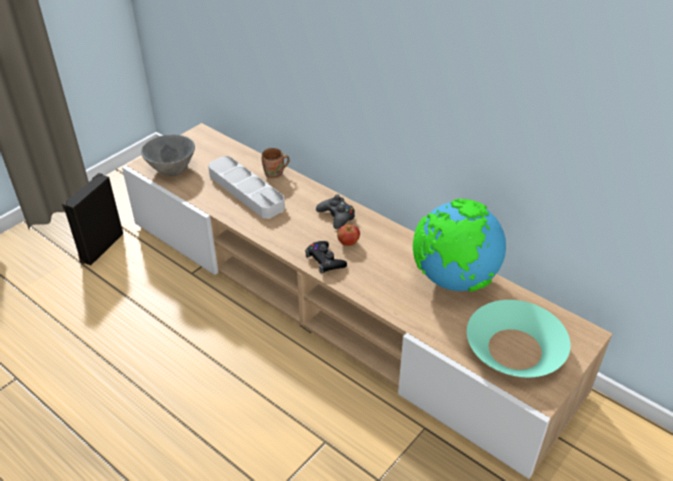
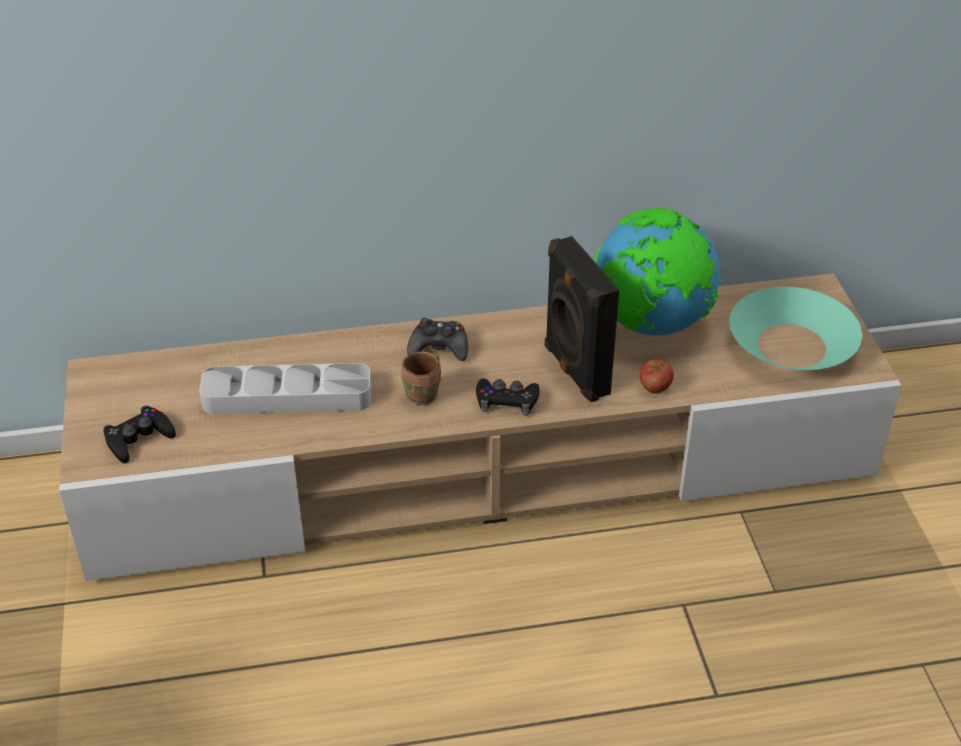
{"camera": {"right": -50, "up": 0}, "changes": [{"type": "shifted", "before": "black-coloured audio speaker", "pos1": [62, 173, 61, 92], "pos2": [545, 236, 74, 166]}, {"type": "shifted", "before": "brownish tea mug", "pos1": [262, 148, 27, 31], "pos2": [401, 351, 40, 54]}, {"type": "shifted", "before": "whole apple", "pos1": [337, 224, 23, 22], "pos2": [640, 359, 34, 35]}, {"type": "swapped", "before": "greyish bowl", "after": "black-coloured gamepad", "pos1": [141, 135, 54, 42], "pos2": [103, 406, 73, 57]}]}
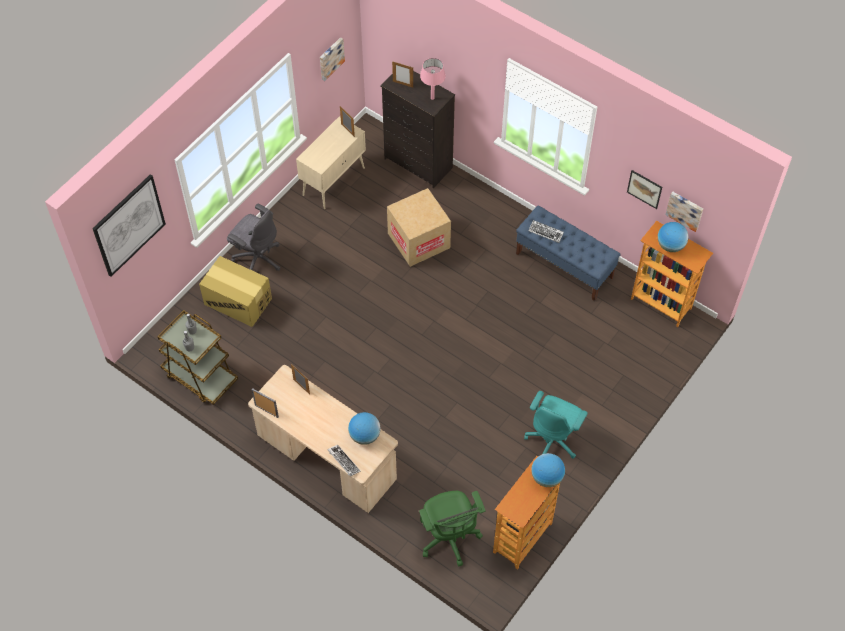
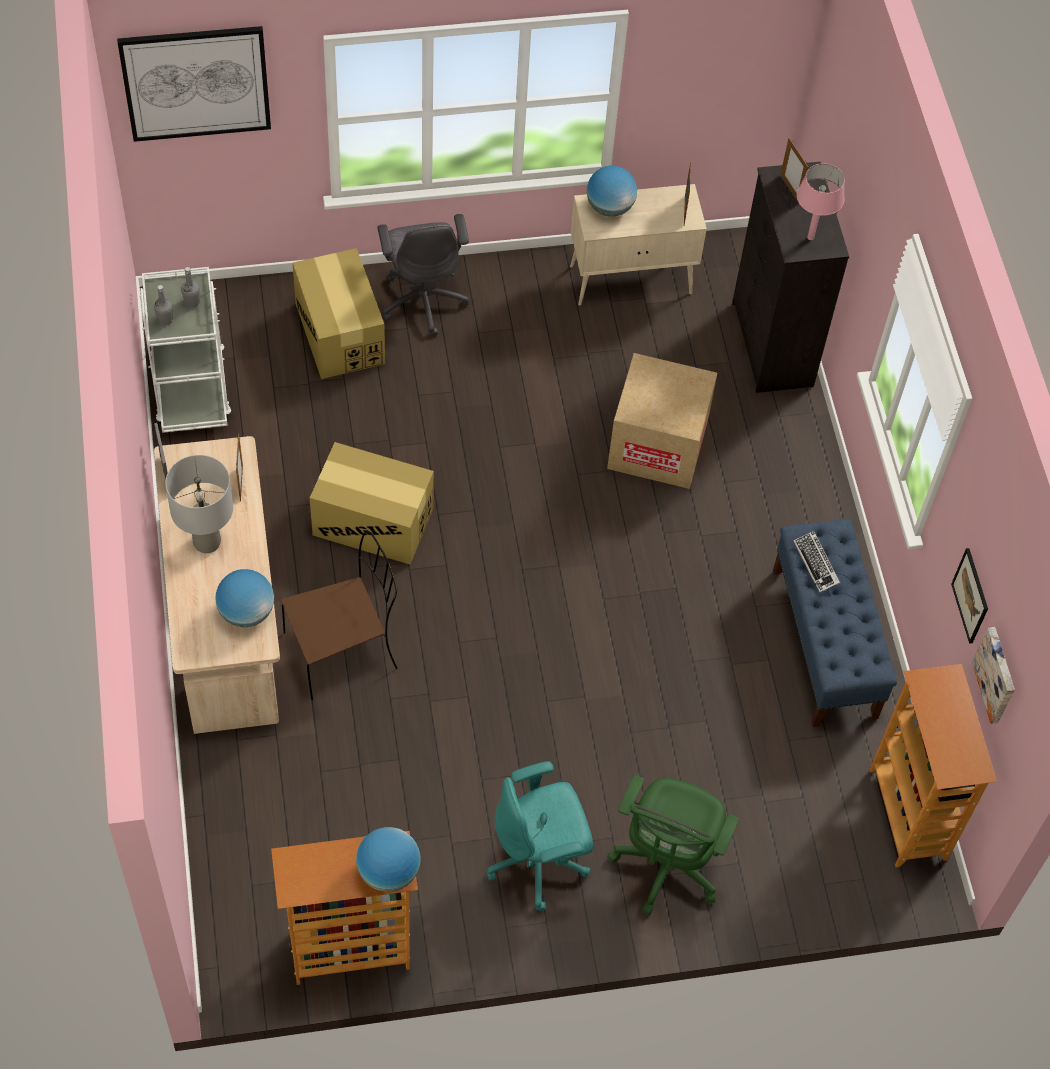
{"camera": {"right": 40, "up": 0}, "changes": [{"type": "gone", "before": "wall art", "pos1": [320, 37, 25, 44]}, {"type": "gone", "before": "computer keyboard", "pos1": [328, 445, 33, 32]}, {"type": "new", "after": "greyish tabletop lamp", "pos2": [165, 455, 68, 98]}, {"type": "new", "after": "brownish chair", "pos2": [281, 531, 116, 169]}, {"type": "new", "after": "packing box", "pos2": [310, 442, 124, 123]}, {"type": "shifted", "before": "green-coloured desk chair", "pos1": [419, 491, 66, 75], "pos2": [607, 775, 132, 140]}, {"type": "shifted", "before": "globe", "pos1": [658, 222, 30, 30], "pos2": [587, 165, 50, 52]}, {"type": "repainted", "before": "brownish cart", "after": "whitish cart", "pos1": [157, 310, 81, 95], "pos2": [139, 267, 92, 166]}]}
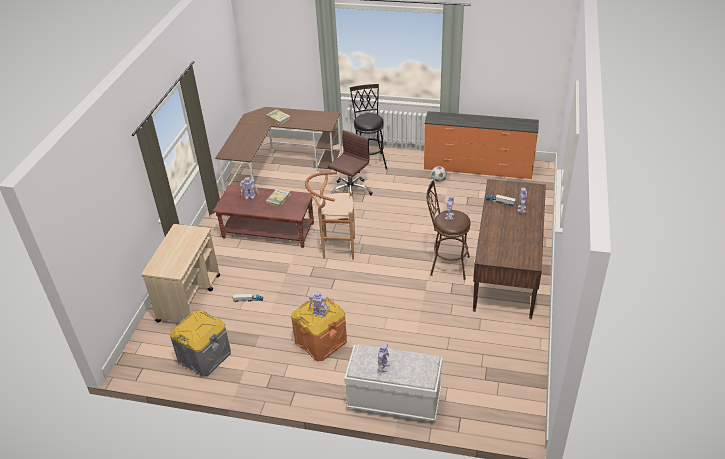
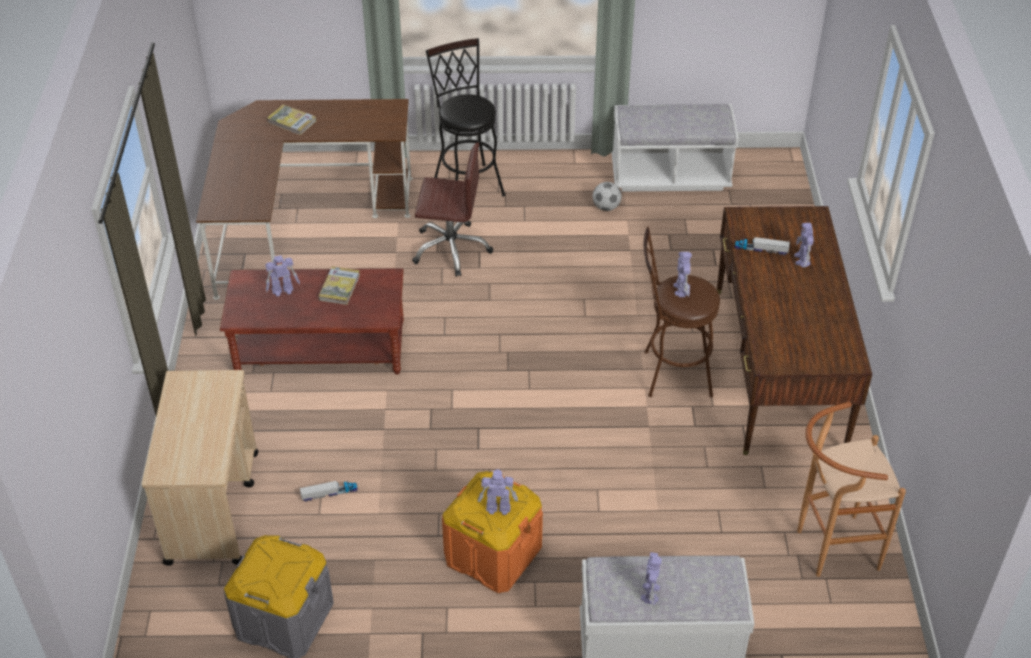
{"camera": {"right": -15, "up": 5}, "changes": [{"type": "shifted", "before": "brownish stool seat", "pos1": [305, 172, 50, 88], "pos2": [797, 402, 109, 175]}, {"type": "swapped", "before": "orange chest of drawers", "after": "whitish bench", "pos1": [424, 111, 115, 68], "pos2": [612, 104, 127, 87]}, {"type": "rotated", "before": "brownish desk chair", "pos1": [328, 130, 45, 69], "pos2": [412, 143, 81, 134], "turn": 75}]}
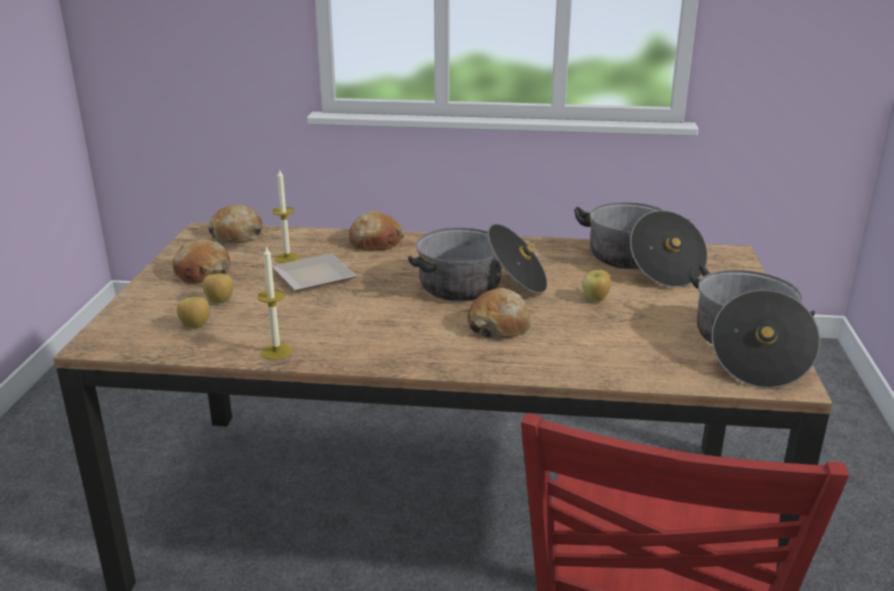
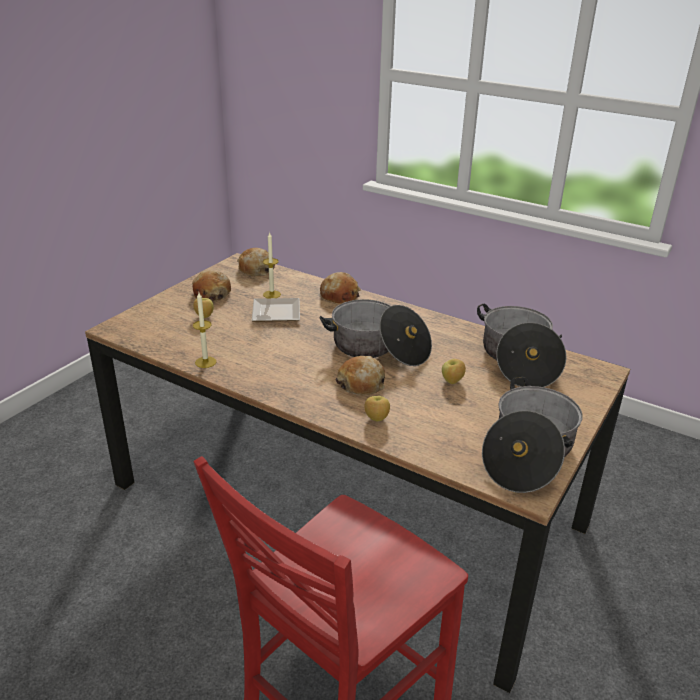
{"camera": {"right": 25, "up": 5}, "changes": [{"type": "shifted", "before": "whole apple", "pos1": [177, 297, 33, 31], "pos2": [364, 396, 26, 25]}]}
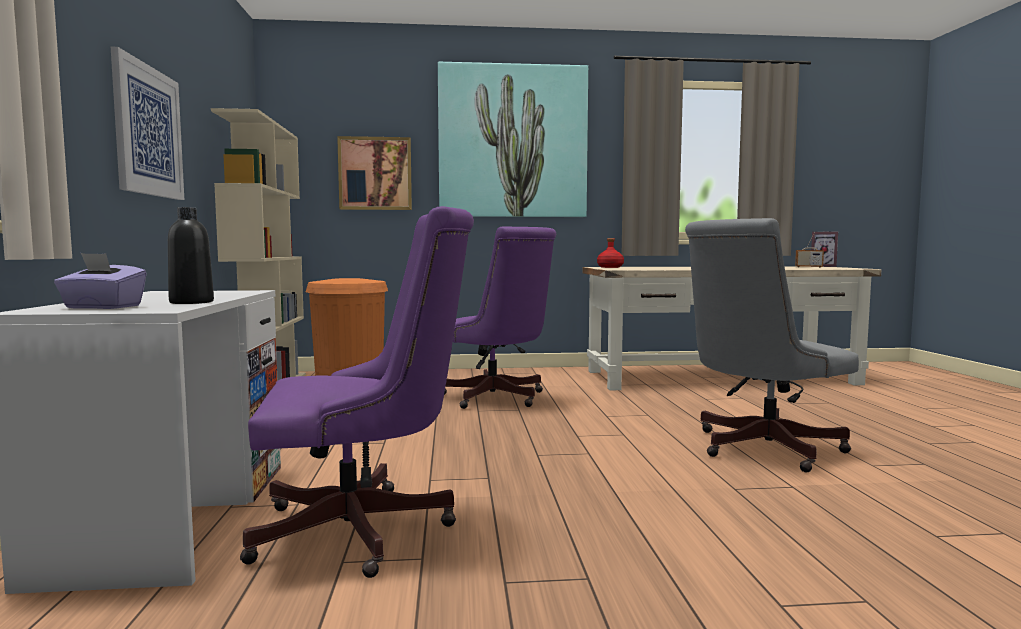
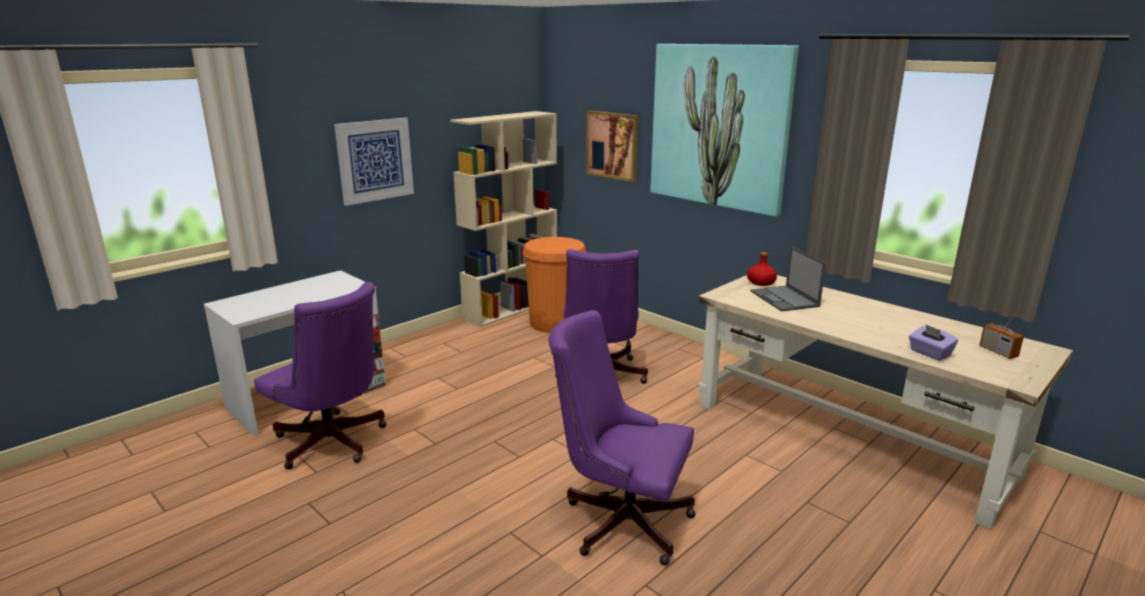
{"camera": {"right": 50, "up": 15}, "changes": [{"type": "gone", "before": "black-coloured bottle", "pos1": [168, 207, 46, 97]}, {"type": "gone", "before": "picture frame", "pos1": [811, 231, 27, 36]}, {"type": "new", "after": "portable computer", "pos2": [750, 246, 76, 66]}, {"type": "shifted", "before": "purplish tissue holder", "pos1": [54, 253, 93, 56], "pos2": [909, 324, 49, 37]}, {"type": "repainted", "before": "greyish desk chair", "after": "purplish desk chair", "pos1": [685, 218, 174, 255], "pos2": [549, 310, 147, 255]}]}
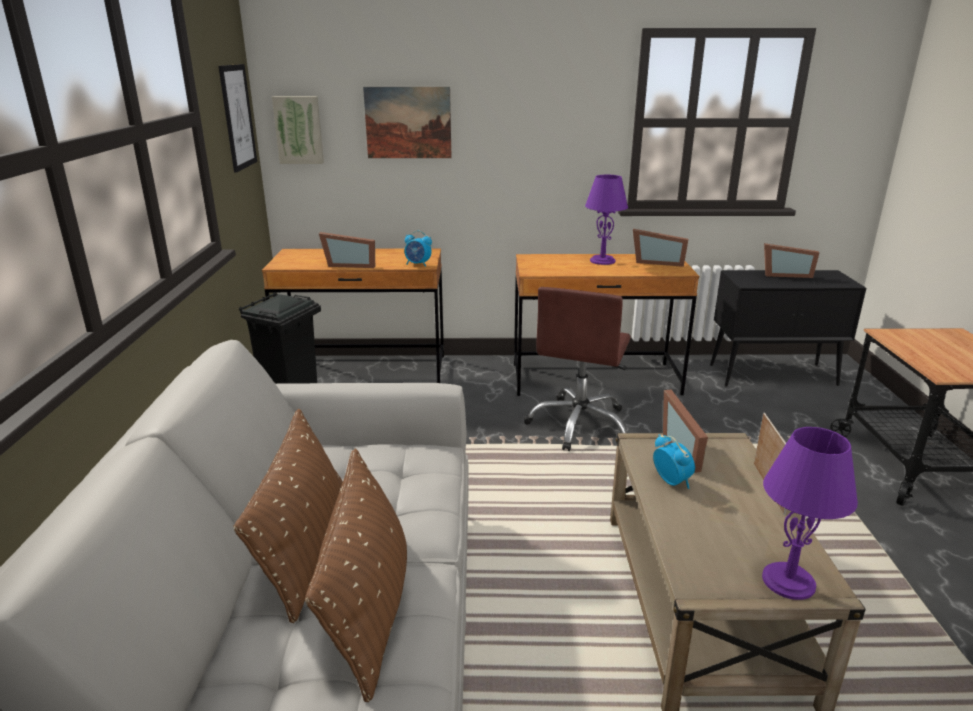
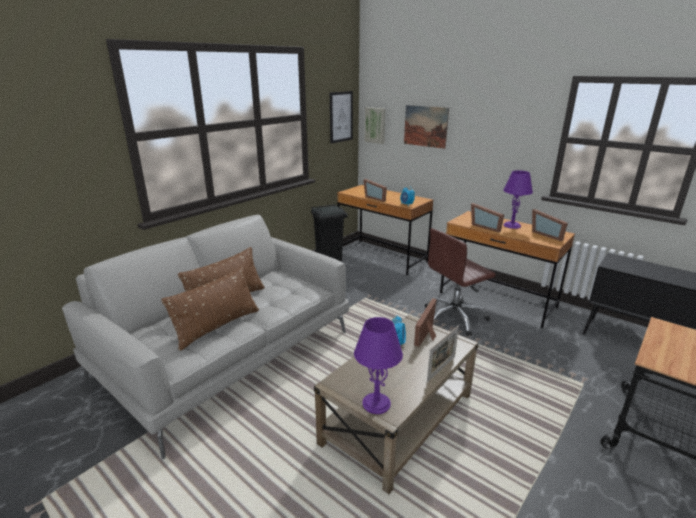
{"camera": {"right": 40, "up": 0}, "changes": [{"type": "shifted", "before": "picture frame", "pos1": [764, 243, 55, 35], "pos2": [471, 203, 33, 29]}]}
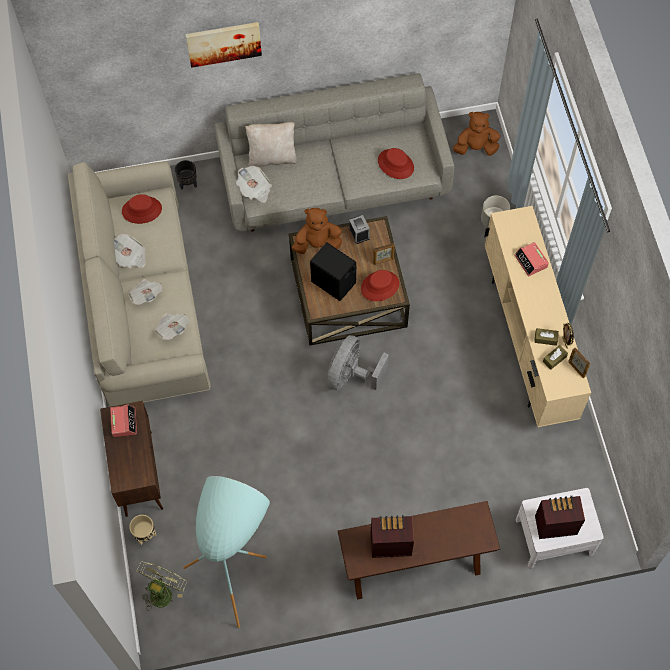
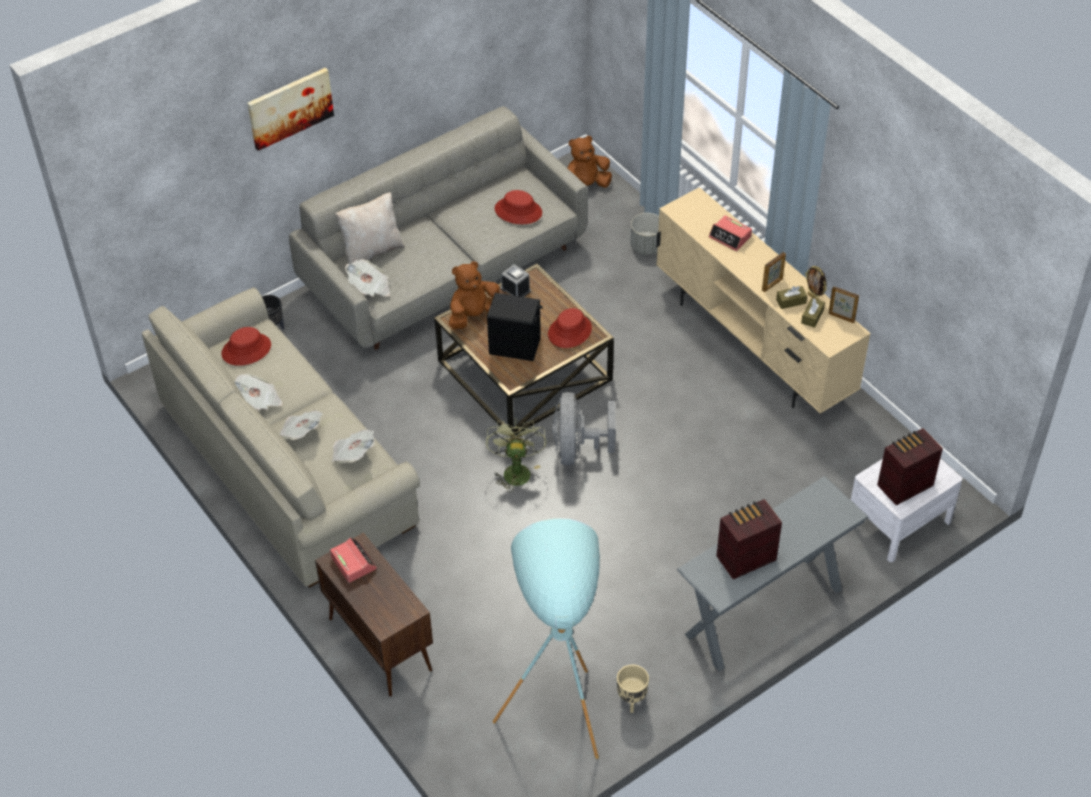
{"camera": {"right": -25, "up": -15}, "changes": [{"type": "shifted", "before": "sand-coloured planter", "pos1": [129, 515, 27, 30], "pos2": [617, 664, 32, 49]}, {"type": "shifted", "before": "green-coloured cooling fan", "pos1": [136, 562, 51, 49], "pos2": [486, 418, 61, 74]}, {"type": "shifted", "before": "picture frame", "pos1": [373, 243, 22, 22], "pos2": [762, 252, 24, 40]}, {"type": "repainted", "before": "brownish console table", "after": "greyish console table", "pos1": [338, 501, 162, 99], "pos2": [677, 476, 191, 196]}]}
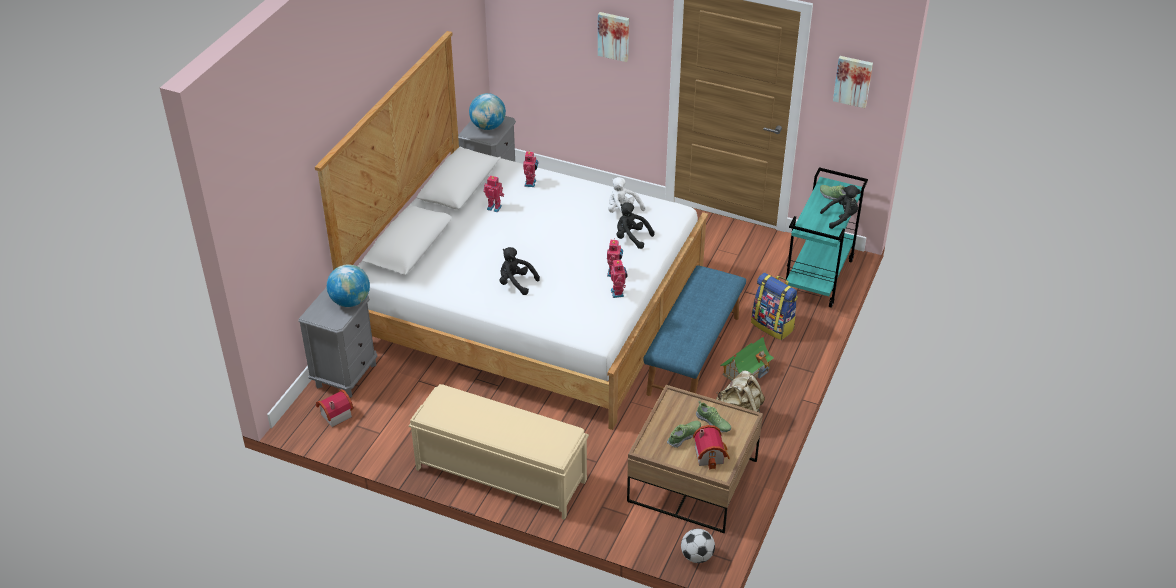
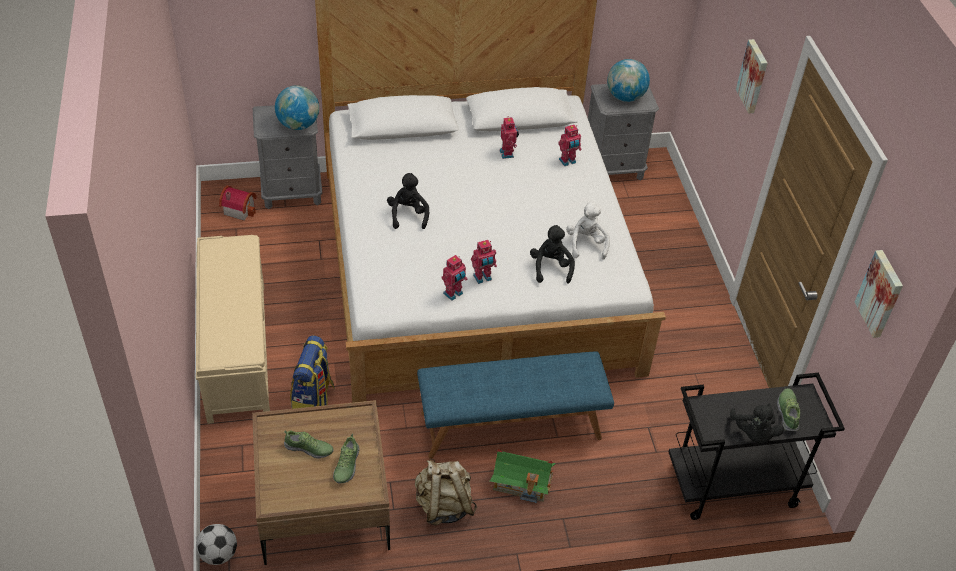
{"camera": {"right": 55, "up": 5}, "changes": [{"type": "gone", "before": "miniature house", "pos1": [693, 425, 37, 45]}, {"type": "shifted", "before": "backpack", "pos1": [751, 272, 47, 68], "pos2": [290, 335, 45, 74]}, {"type": "repainted", "before": "turquoise cart", "after": "black-coloured cart", "pos1": [786, 167, 82, 141], "pos2": [669, 373, 176, 147]}, {"type": "rotated", "before": "black-coloured cuddly toy", "pos1": [820, 185, 41, 44], "pos2": [730, 404, 54, 39], "turn": 45}]}
